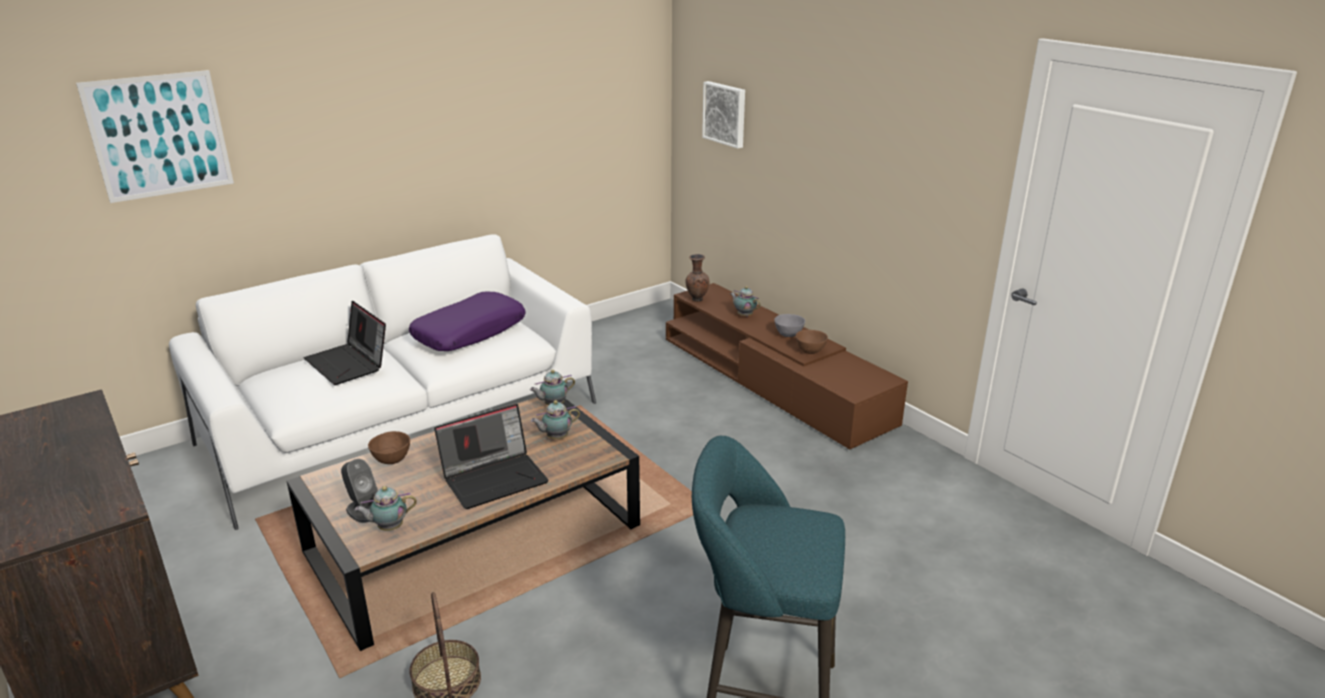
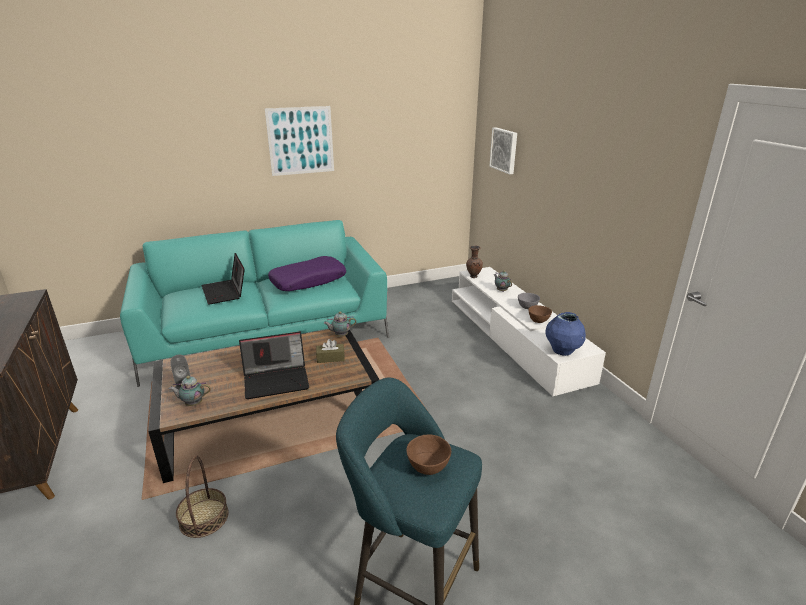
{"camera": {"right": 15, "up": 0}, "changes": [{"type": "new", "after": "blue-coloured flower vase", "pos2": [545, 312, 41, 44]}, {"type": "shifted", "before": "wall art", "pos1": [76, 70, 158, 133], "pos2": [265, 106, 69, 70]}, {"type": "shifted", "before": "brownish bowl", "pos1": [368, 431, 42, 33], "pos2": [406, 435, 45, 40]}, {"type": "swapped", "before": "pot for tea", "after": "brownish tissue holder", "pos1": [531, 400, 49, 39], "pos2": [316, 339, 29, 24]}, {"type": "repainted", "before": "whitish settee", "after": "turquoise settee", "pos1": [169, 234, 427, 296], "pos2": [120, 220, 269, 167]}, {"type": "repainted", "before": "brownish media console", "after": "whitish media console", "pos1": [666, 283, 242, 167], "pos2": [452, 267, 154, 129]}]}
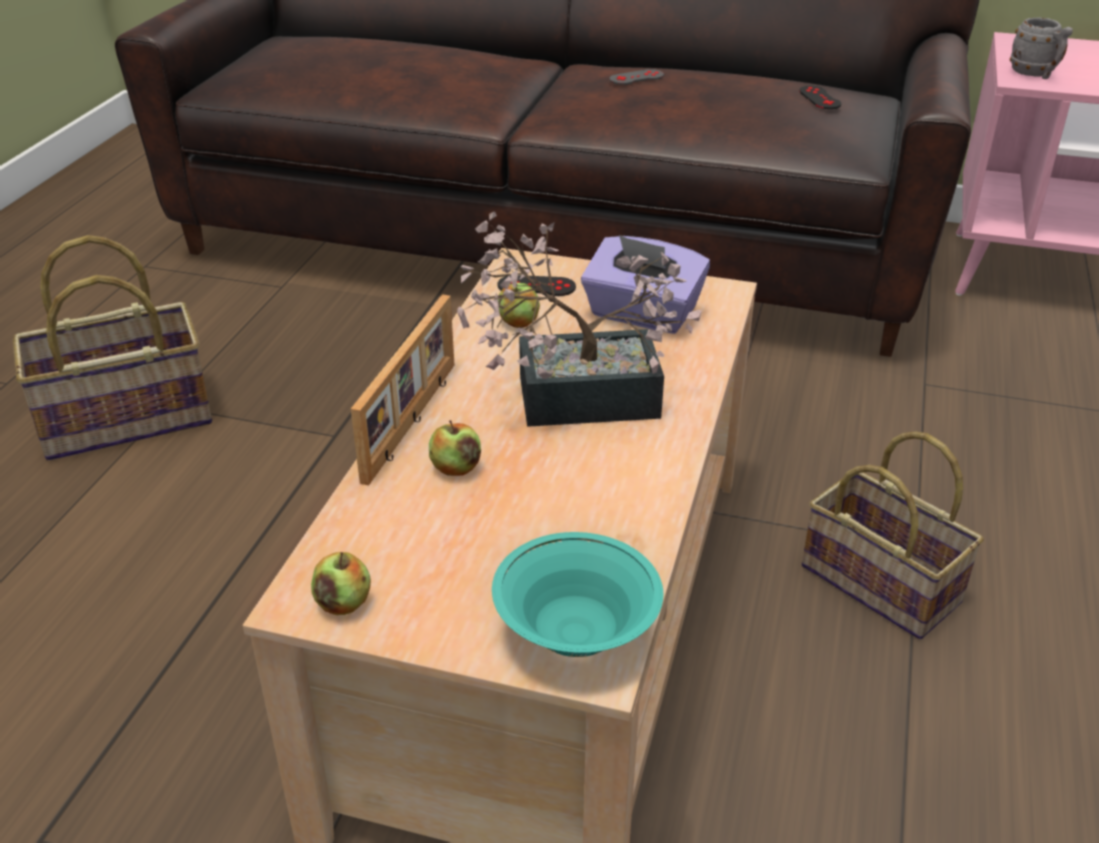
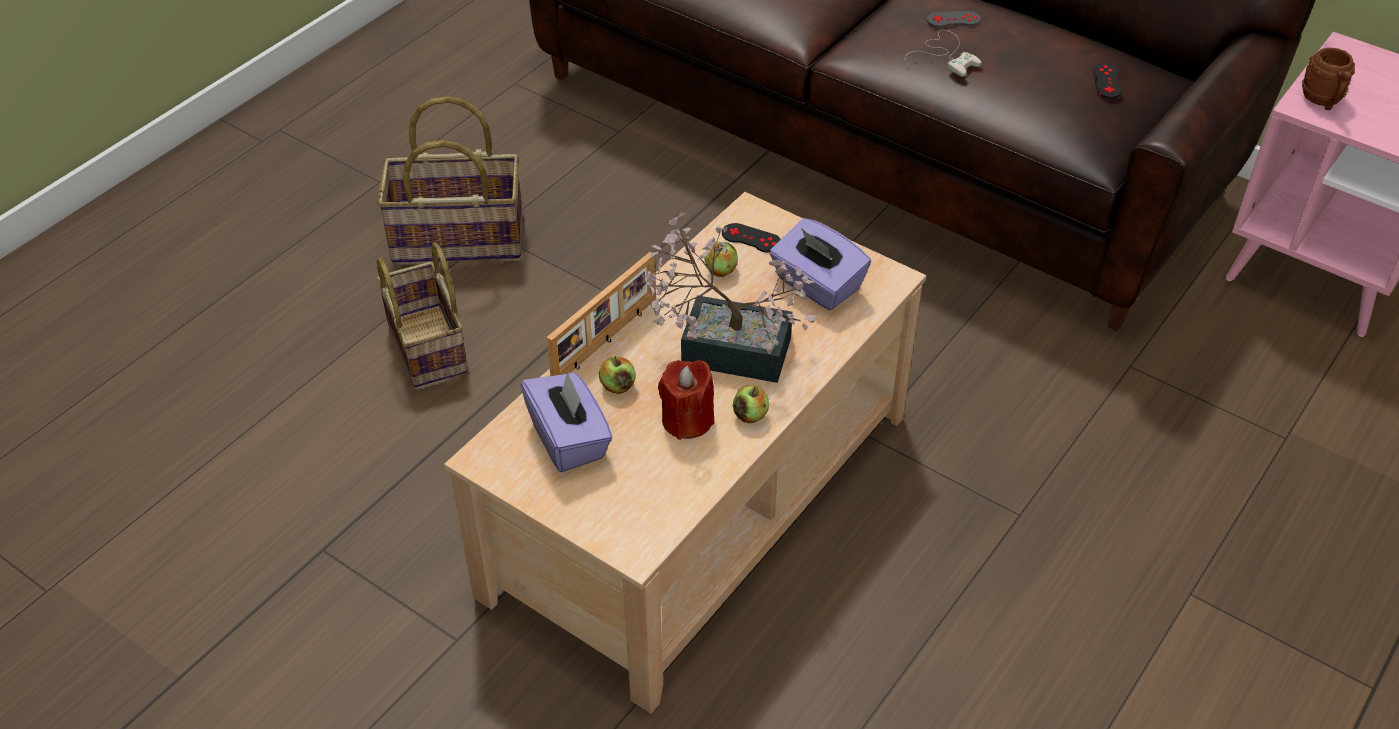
{"camera": {"right": 20, "up": 10}, "changes": [{"type": "gone", "before": "turquoise bowl", "pos1": [492, 532, 171, 125]}, {"type": "new", "after": "purplish tissue holder", "pos2": [521, 372, 92, 100]}, {"type": "new", "after": "red-coloured candle", "pos2": [658, 360, 56, 80]}, {"type": "new", "after": "whitish gamepad", "pos2": [905, 30, 76, 47]}, {"type": "shifted", "before": "whole apple", "pos1": [311, 552, 60, 63], "pos2": [733, 385, 36, 38]}, {"type": "shifted", "before": "storage basket", "pos1": [802, 431, 182, 208], "pos2": [376, 242, 92, 145]}, {"type": "repainted", "before": "greyish tea mug", "after": "brownish tea mug", "pos1": [1010, 18, 63, 61], "pos2": [1302, 48, 53, 62]}]}
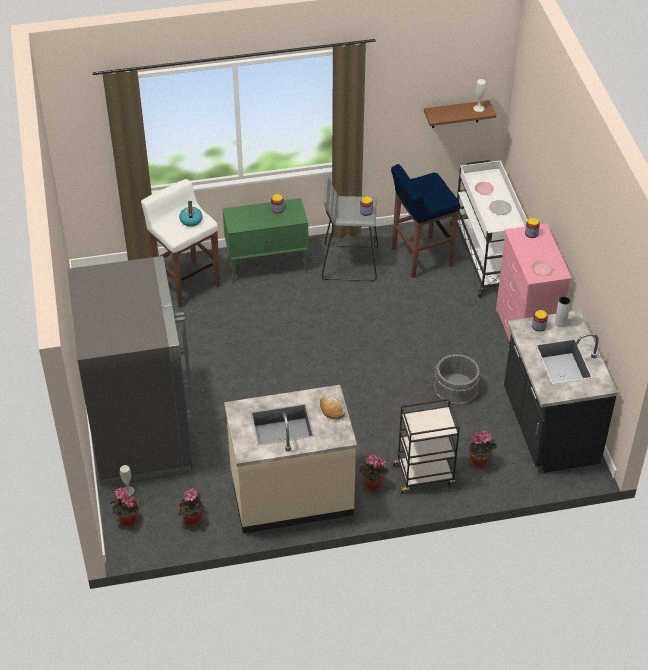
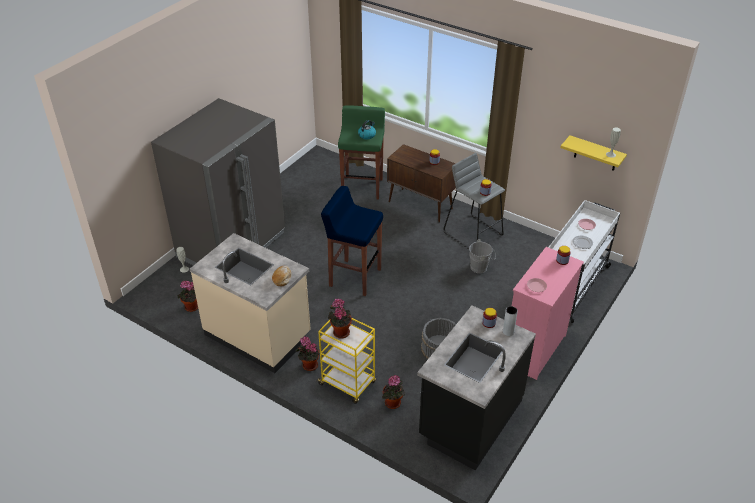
{"camera": {"right": 45, "up": -5}, "changes": [{"type": "new", "after": "greyish bucket", "pos2": [469, 239, 27, 34]}, {"type": "shifted", "before": "potted plant", "pos1": [110, 487, 29, 40], "pos2": [328, 298, 24, 41]}, {"type": "shifted", "before": "blue-coloured stool seat", "pos1": [391, 164, 69, 114], "pos2": [321, 186, 62, 110]}, {"type": "repainted", "before": "whitish stool seat", "after": "green-coloured stool seat", "pos1": [141, 179, 79, 129], "pos2": [338, 105, 47, 95]}, {"type": "repainted", "before": "green-coloured storage cabinet", "after": "brownish storage cabinet", "pos1": [223, 198, 86, 85], "pos2": [387, 144, 69, 79]}, {"type": "repainted", "before": "black-coloured cart", "after": "yellow cart", "pos1": [390, 398, 70, 96], "pos2": [318, 318, 58, 86]}, {"type": "repainted", "before": "brownish wall shelf", "after": "yellow wall shelf", "pos1": [424, 100, 72, 28], "pos2": [560, 135, 67, 36]}]}
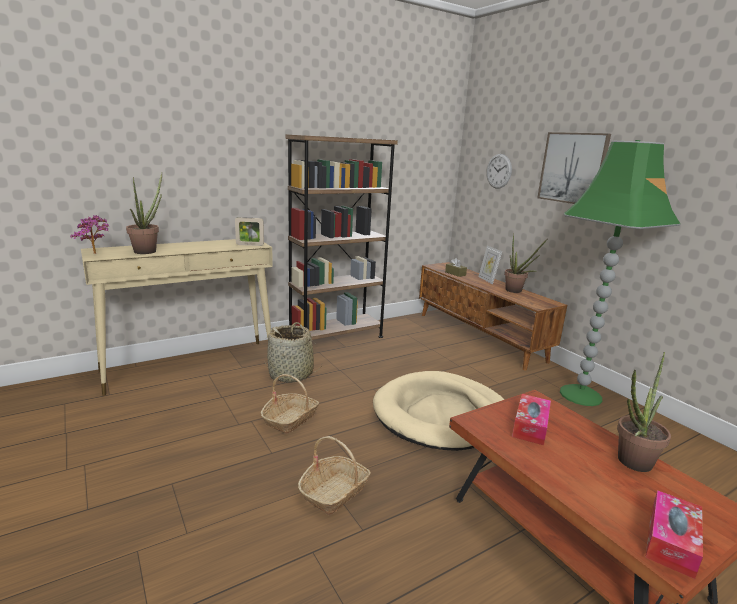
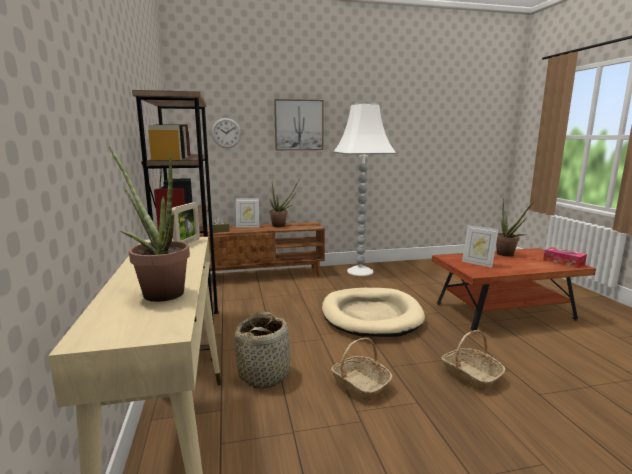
{"camera": {"right": -70, "up": -5}, "changes": [{"type": "gone", "before": "potted plant", "pos1": [70, 215, 39, 39]}, {"type": "swapped", "before": "tissue holder", "after": "picture frame", "pos1": [512, 394, 39, 51], "pos2": [462, 225, 37, 43]}, {"type": "repainted", "before": "green-coloured standing lamp", "after": "whitish standing lamp", "pos1": [560, 140, 120, 266], "pos2": [334, 103, 62, 173]}]}
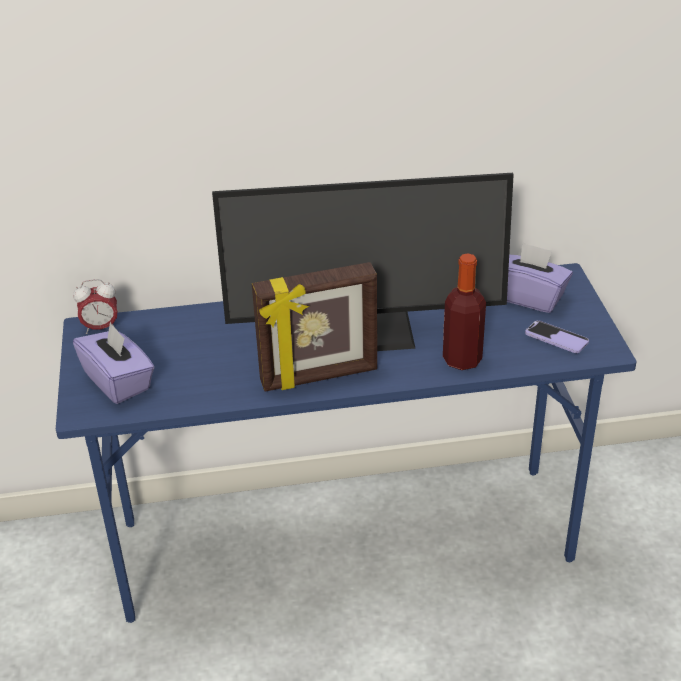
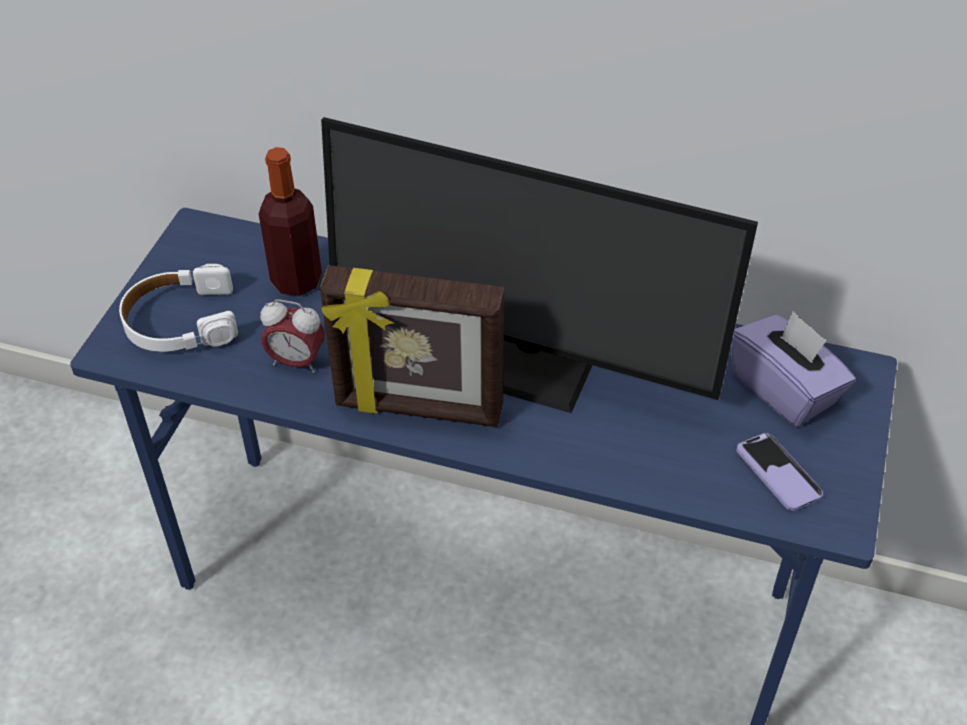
{"camera": {"right": 25, "up": 10}, "changes": [{"type": "shifted", "before": "table clock", "pos1": [73, 279, 44, 55], "pos2": [260, 299, 65, 74]}, {"type": "shifted", "before": "bottle", "pos1": [443, 253, 43, 117], "pos2": [259, 147, 63, 149]}, {"type": "swapped", "before": "purplish tissue holder", "after": "whitish headset", "pos1": [73, 322, 81, 82], "pos2": [119, 264, 119, 88]}]}
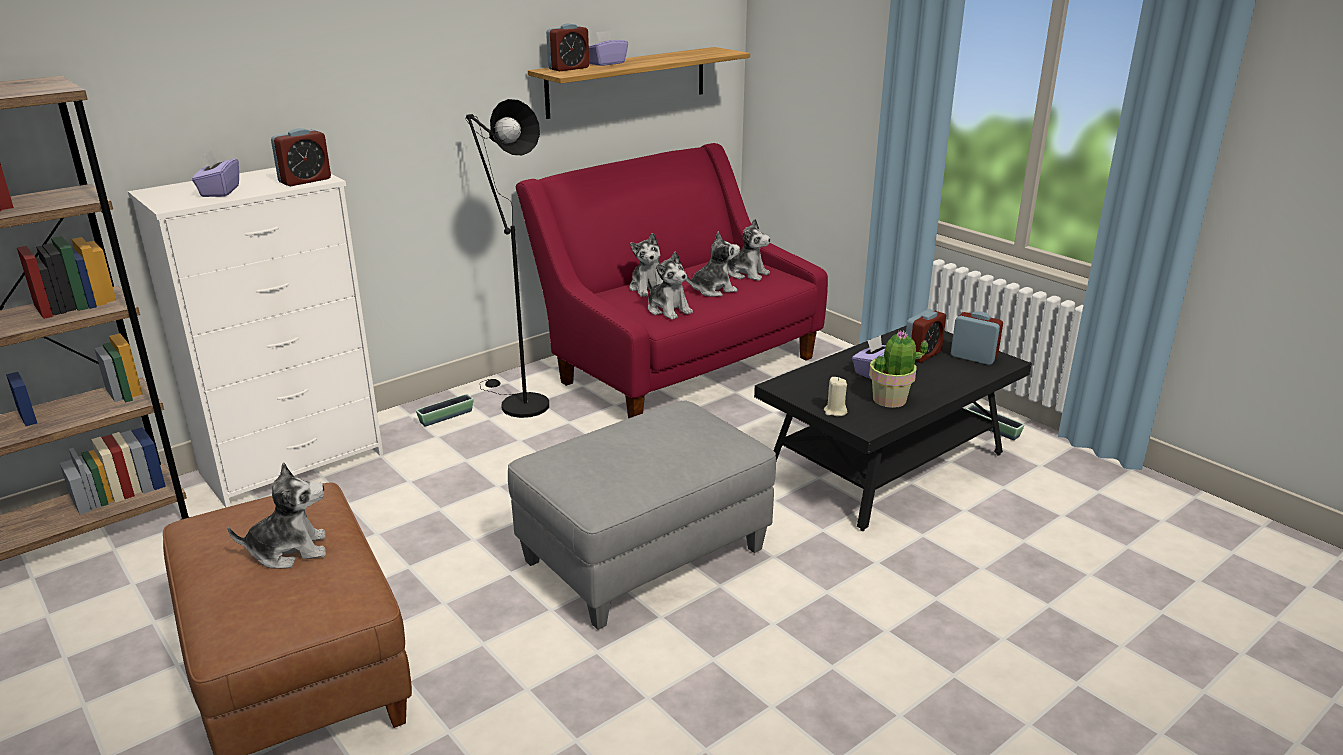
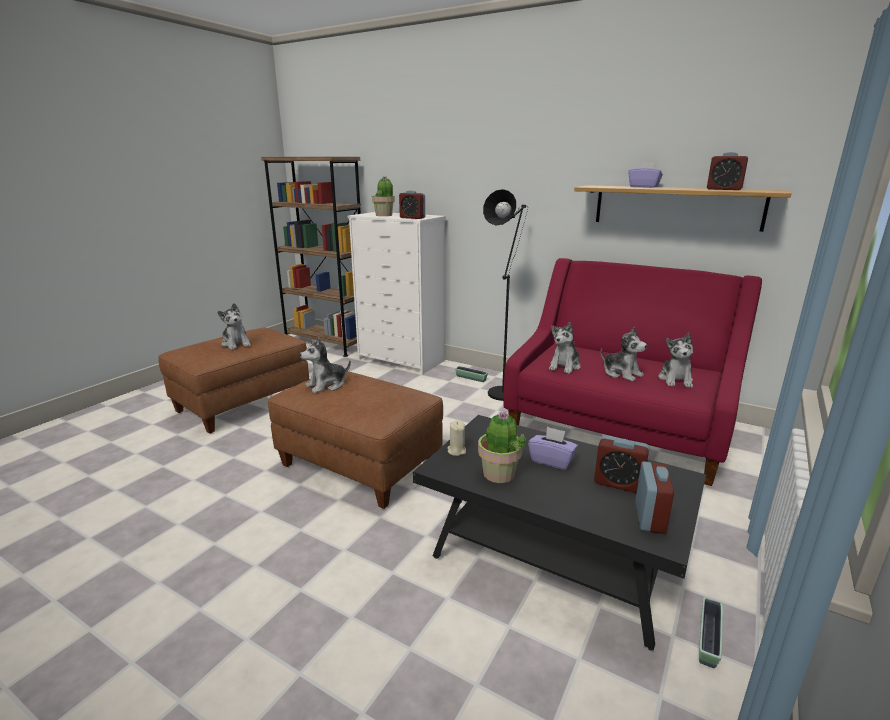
{"camera": {"right": 70, "up": -5}, "changes": [{"type": "shifted", "before": "table clock", "pos1": [546, 23, 43, 48], "pos2": [707, 152, 41, 38]}, {"type": "shifted", "before": "cuddly toy", "pos1": [630, 233, 33, 64], "pos2": [300, 337, 51, 56]}, {"type": "swapped", "before": "purplish tissue holder", "after": "potted plant", "pos1": [192, 150, 47, 47], "pos2": [372, 176, 23, 40]}, {"type": "repainted", "before": "greyish footrest", "after": "brownish footrest", "pos1": [508, 401, 268, 229], "pos2": [268, 371, 175, 138]}]}
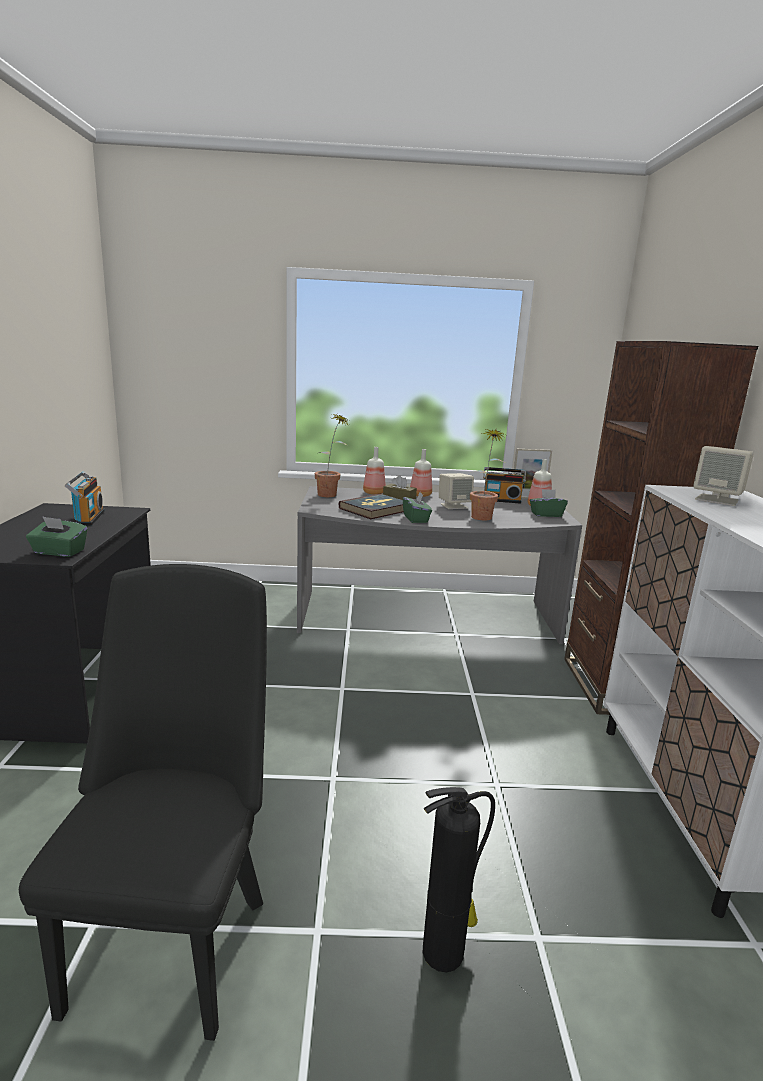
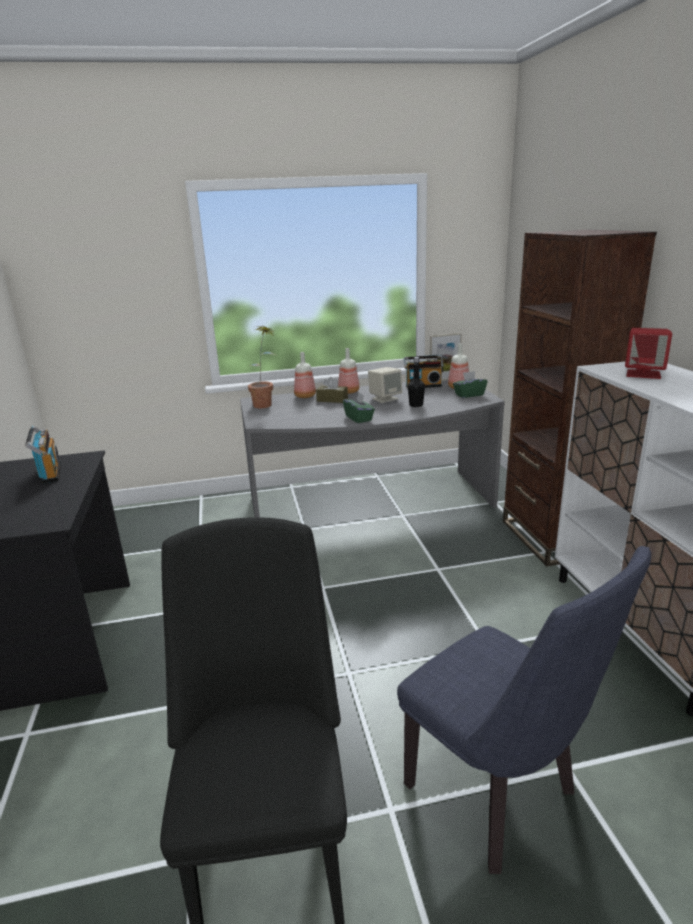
{"camera": {"right": -10, "up": 5}, "changes": [{"type": "gone", "before": "green-coloured tissue holder", "pos1": [26, 516, 61, 41]}, {"type": "gone", "before": "volume", "pos1": [339, 494, 65, 25]}, {"type": "swapped", "before": "fire-fighting cylinder", "after": "blue-coloured chair", "pos1": [423, 787, 72, 186], "pos2": [397, 546, 254, 328]}, {"type": "swapped", "before": "potted plant", "after": "black-coloured bottle", "pos1": [469, 429, 37, 92], "pos2": [408, 357, 17, 50]}, {"type": "repainted", "before": "sand-coloured audio speaker", "after": "red-coloured audio speaker", "pos1": [693, 446, 61, 60], "pos2": [625, 328, 47, 51]}]}
